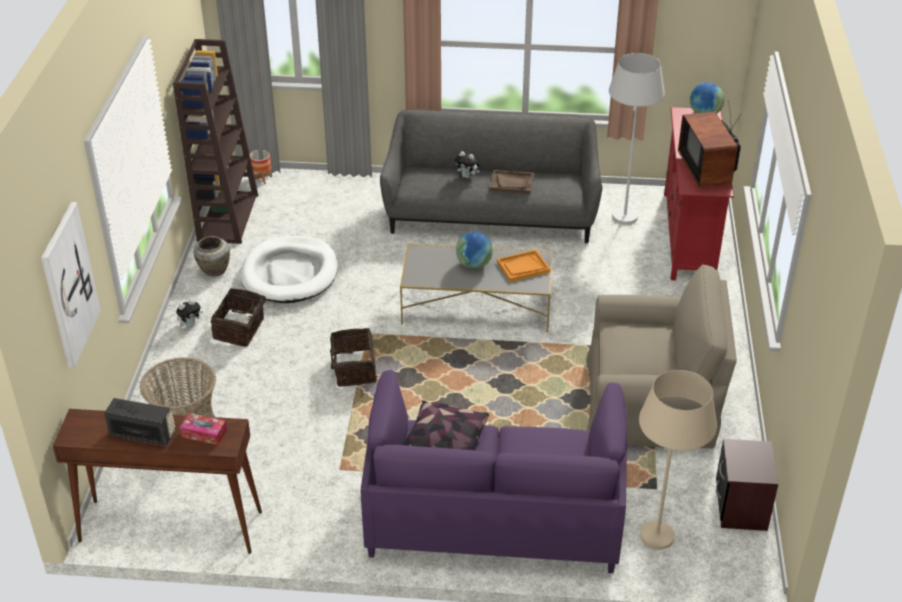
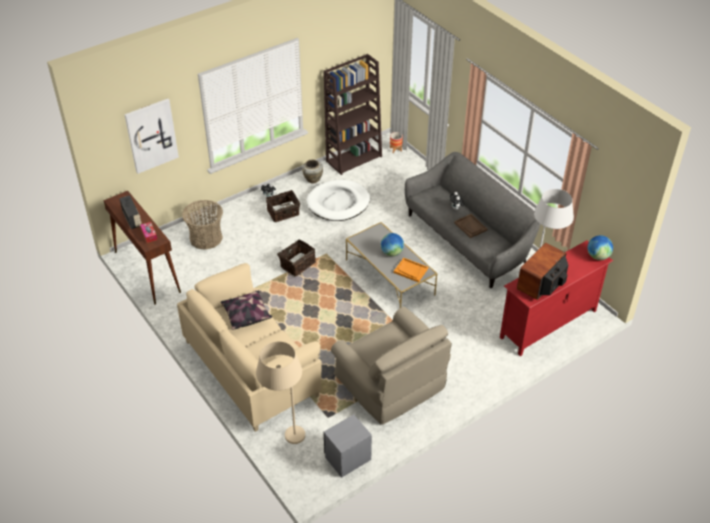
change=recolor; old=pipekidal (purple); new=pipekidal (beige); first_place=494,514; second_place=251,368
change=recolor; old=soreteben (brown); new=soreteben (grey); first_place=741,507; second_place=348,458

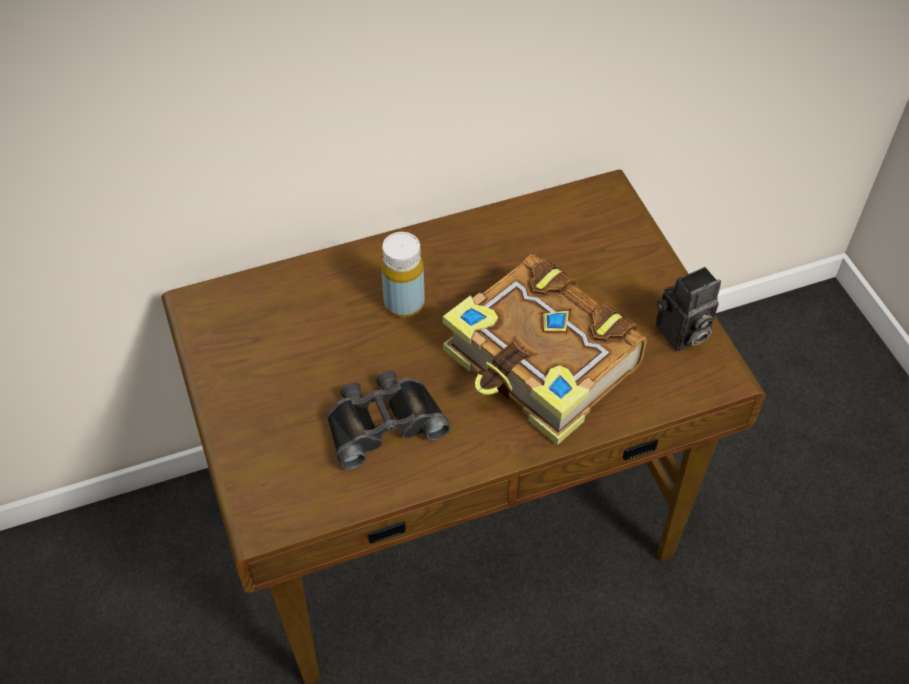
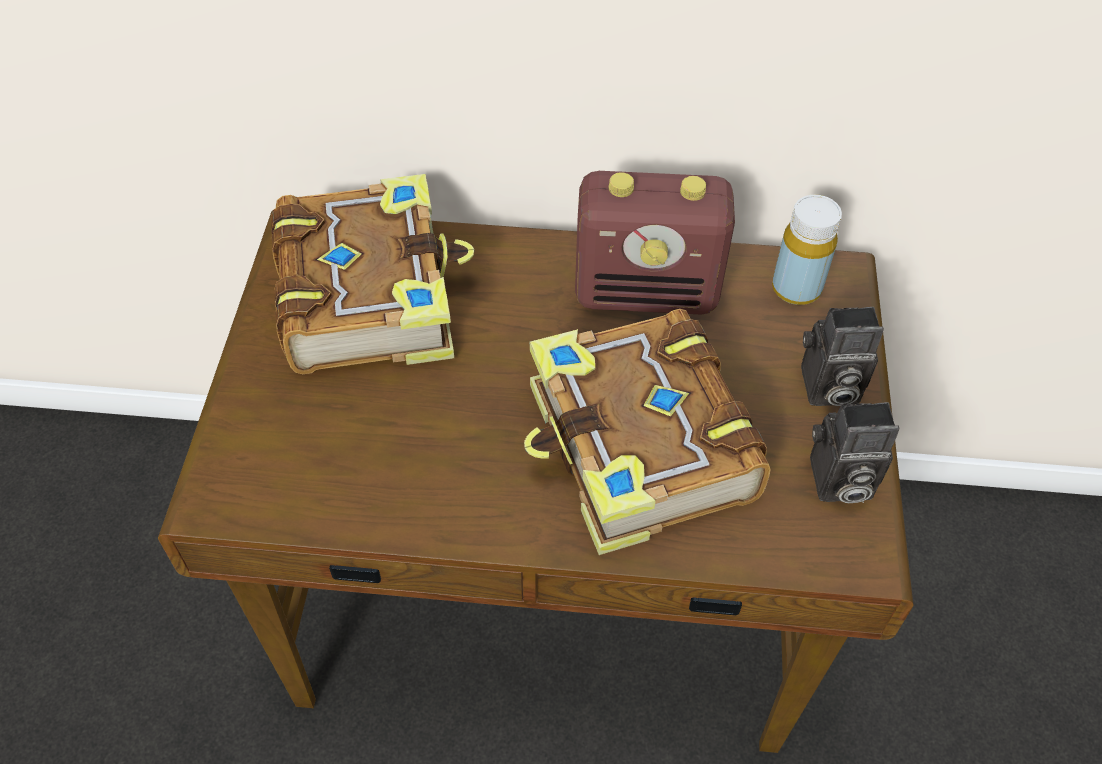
change=delete; old=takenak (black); first_place=383,422
change=move; old=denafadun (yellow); first_place=404,303; second_place=796,288
change=insert; new=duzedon; second_place=370,295
change=insert; new=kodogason; second_place=647,293
change=insert; new=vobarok; second_place=827,389

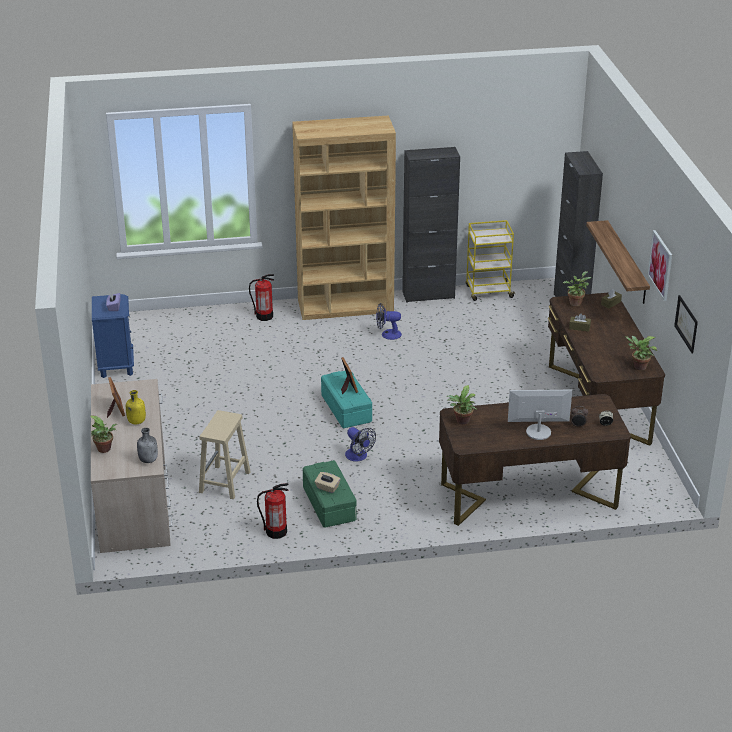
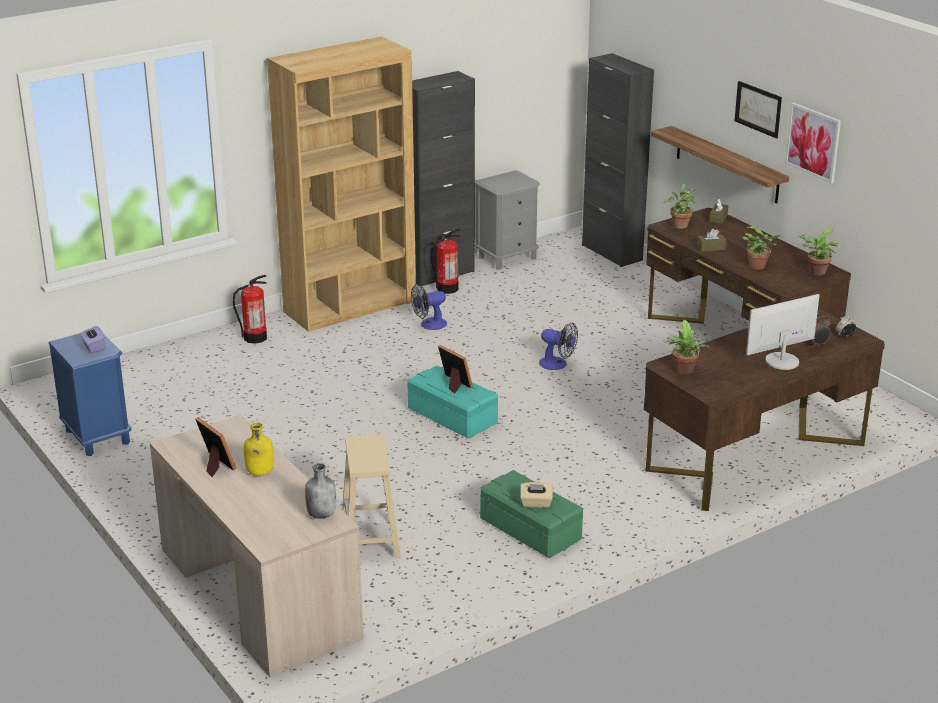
change=move; old=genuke; first_place=105,449; second_place=759,266
change=move; old=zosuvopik; first_place=276,532; second_place=447,289
change=move; old=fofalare; first_place=358,457; second_place=557,364
change=replace; old=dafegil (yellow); new=soreteben (grey); first_place=488,292; second_place=507,258
change=move; old=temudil; first_place=686,324; second_place=758,109

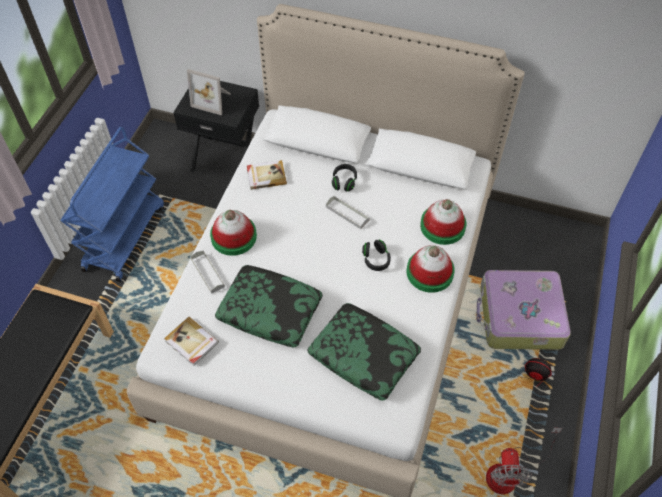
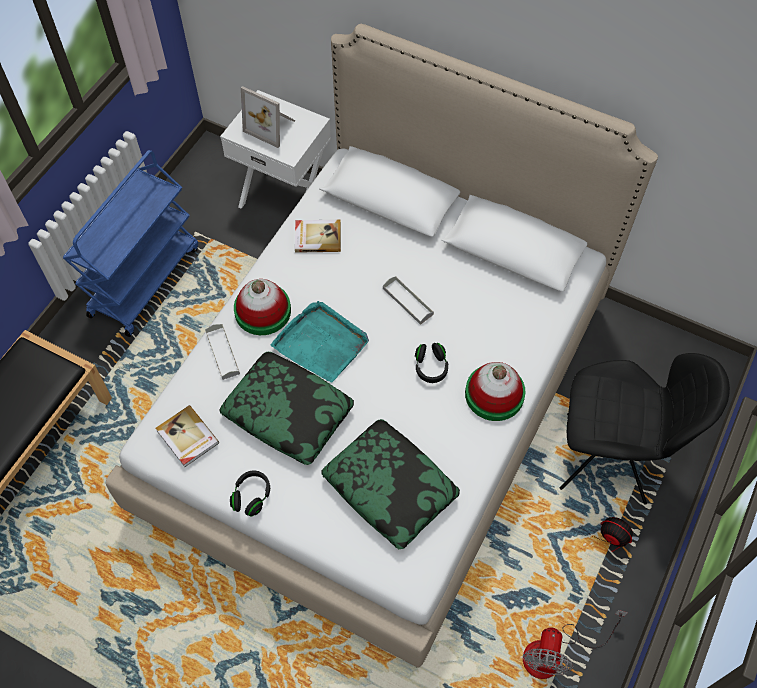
change=recolor; old=soreteben (black); new=soreteben (white); first_place=226,158; second_place=285,196
change=move; old=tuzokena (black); first_place=344,182; second_place=251,496
change=delete; old=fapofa; first_place=442,226
change=replace; old=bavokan; new=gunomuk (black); first_place=519,317; second_place=610,459
change=insert; new=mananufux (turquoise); second_place=321,343

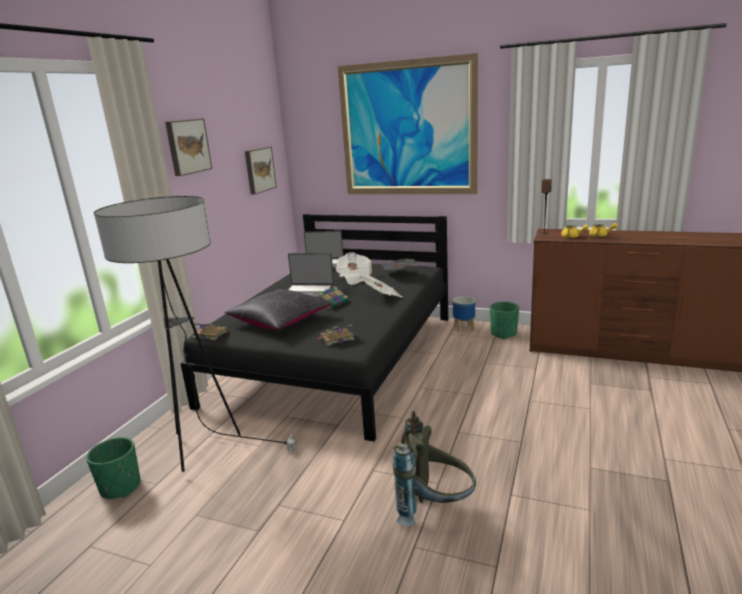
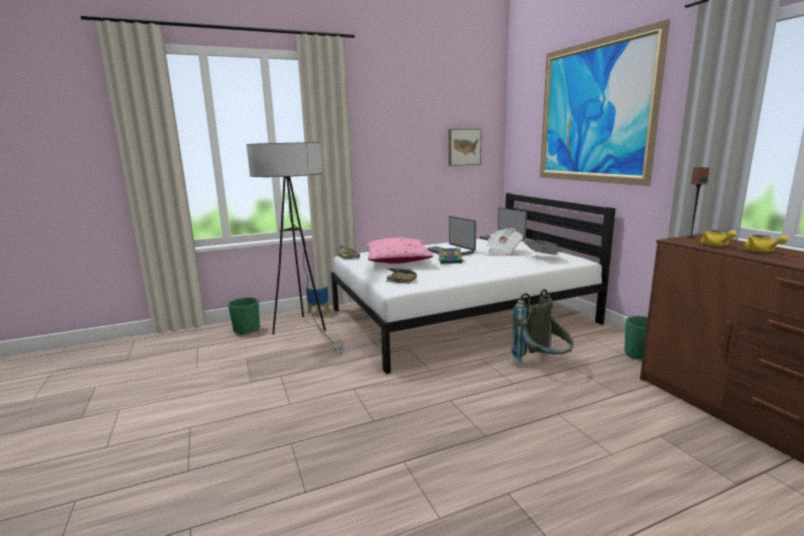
change=delete; old=temudil; first_place=187,146
change=recolor; old=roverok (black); new=roverok (white); first_place=337,358; second_place=460,316
change=recolor; old=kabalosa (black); new=kabalosa (pink); first_place=280,320; second_place=397,261
change=delete; old=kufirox; first_place=381,297
change=move; old=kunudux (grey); first_place=435,509; second_place=542,365
change=move; old=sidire; first_place=464,327; second_place=319,312

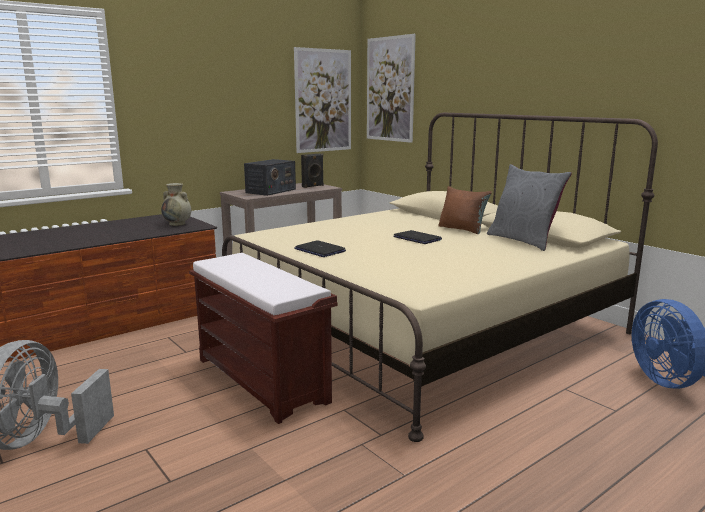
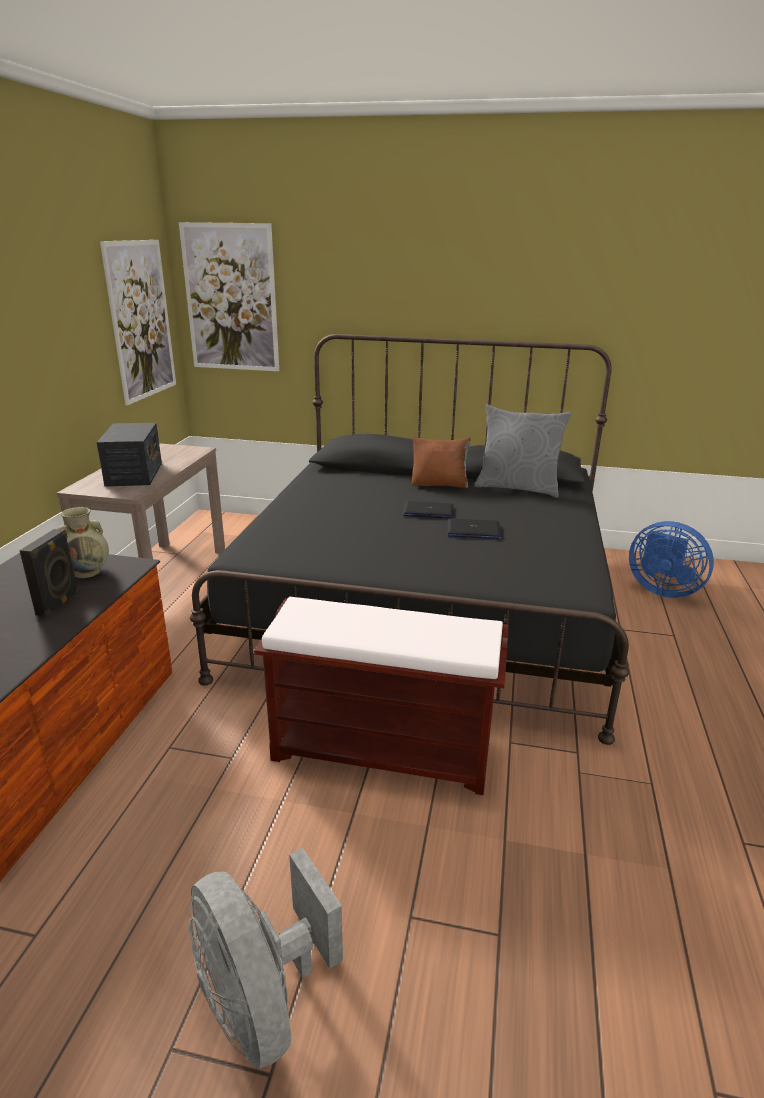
change=recolor; old=roverok (beige); new=roverok (black); first_place=422,325; second_place=426,604
change=move; old=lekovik; first_place=319,250; second_place=473,530
change=move; old=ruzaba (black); first_place=313,186; second_place=59,604

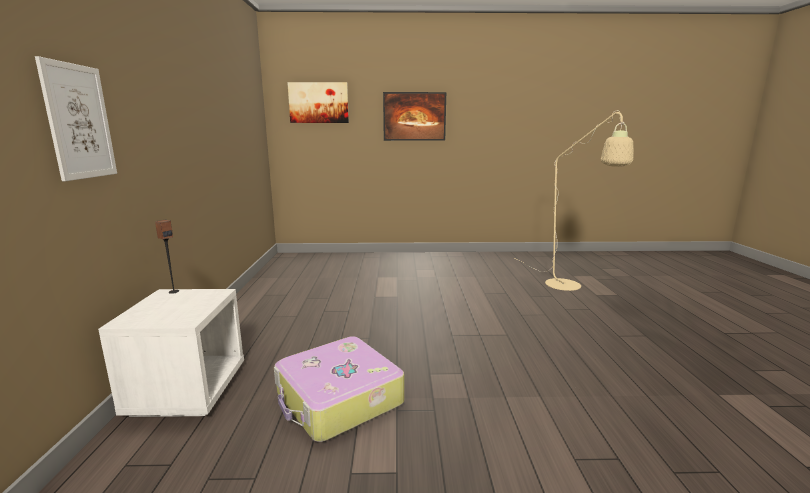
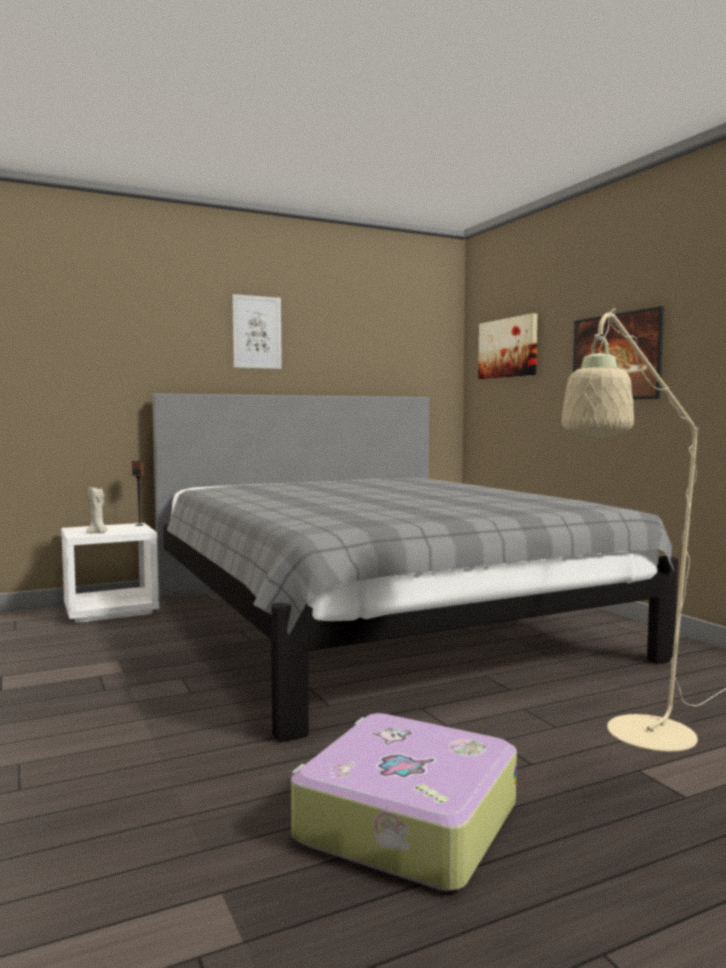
change=move; old=temudil; first_place=79,122; second_place=257,332
change=move; old=bavokan; first_place=338,400; second_place=404,822
change=insert; new=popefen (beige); second_place=98,533
change=insert; new=roverok (grey); second_place=377,625

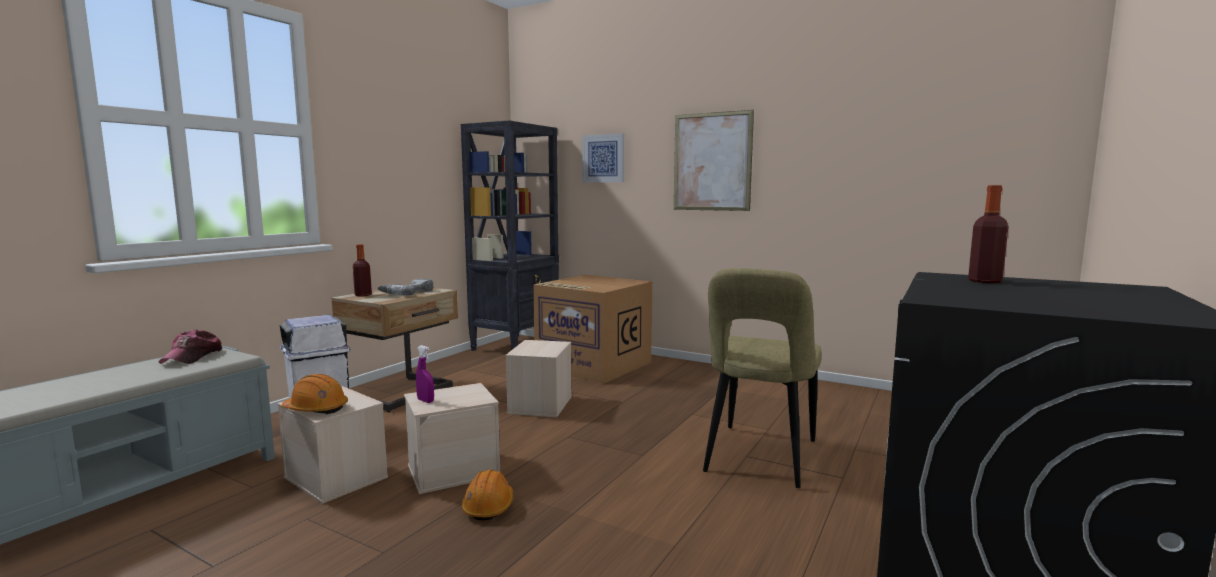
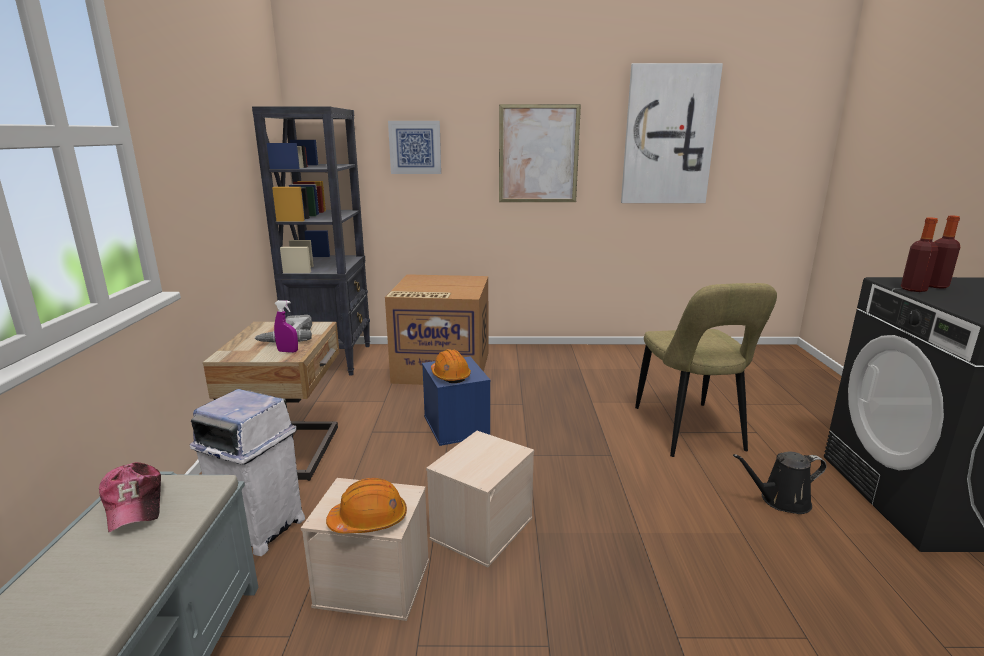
change=move; old=denafadun; first_place=363,295; second_place=913,289
change=move; old=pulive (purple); first_place=425,401; second_place=288,351
change=move; old=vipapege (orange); first_place=488,507; second_place=450,376
change=recolor; old=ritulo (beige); new=ritulo (blue); first_place=541,405; second_place=457,426
change=insert; new=temudil; second_place=668,135
change=insert; new=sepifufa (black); second_place=781,501

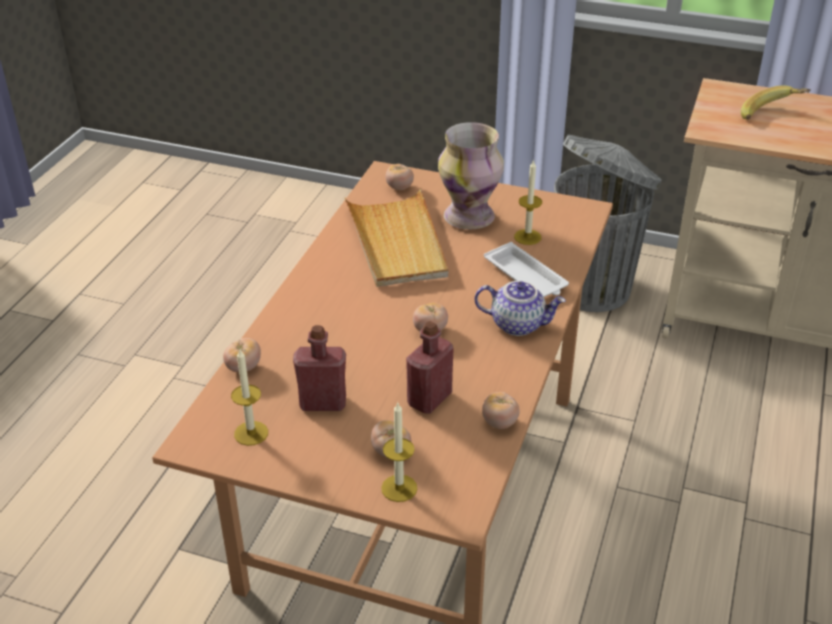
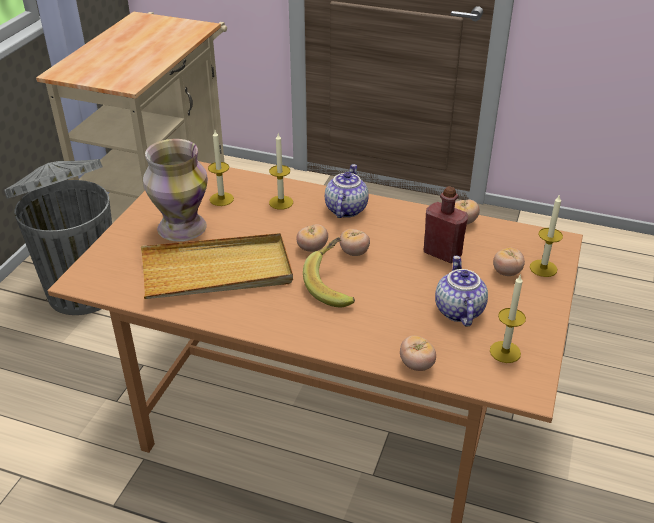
change=replace; old=denafadun (red); new=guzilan; first_place=323,403; second_place=457,310
change=move; old=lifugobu; first_place=399,187; second_place=312,248
change=replace; old=mananufux (white); new=popefen; first_place=526,277; second_place=281,202
change=move; old=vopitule; first_place=771,116; second_place=334,285

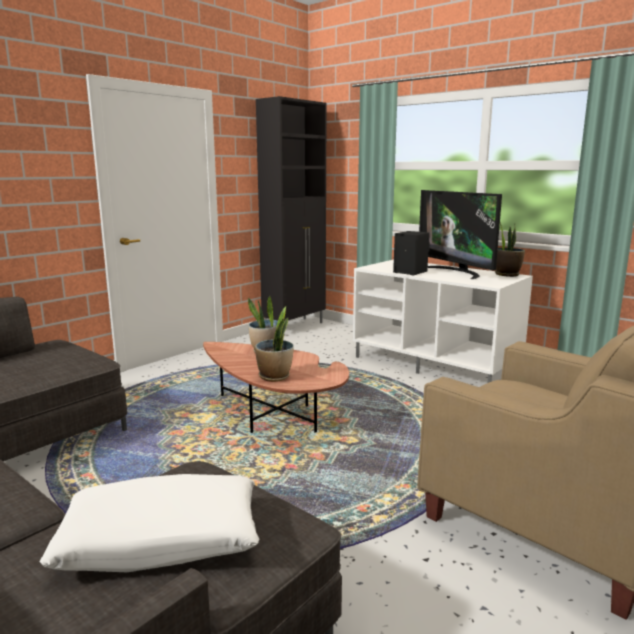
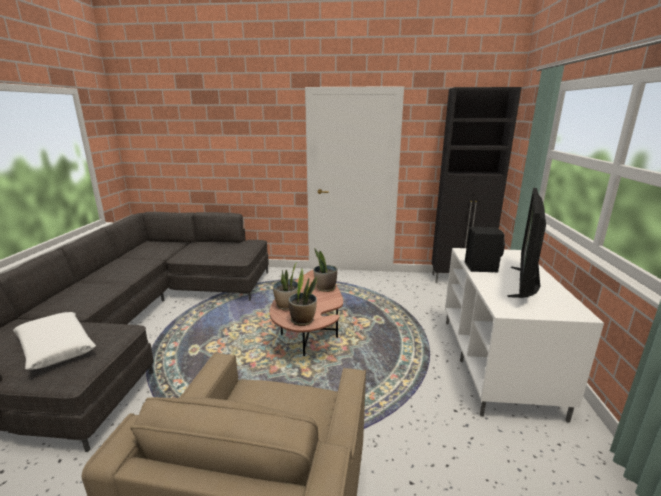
change=move; old=genuke; first_place=507,274; second_place=303,320

